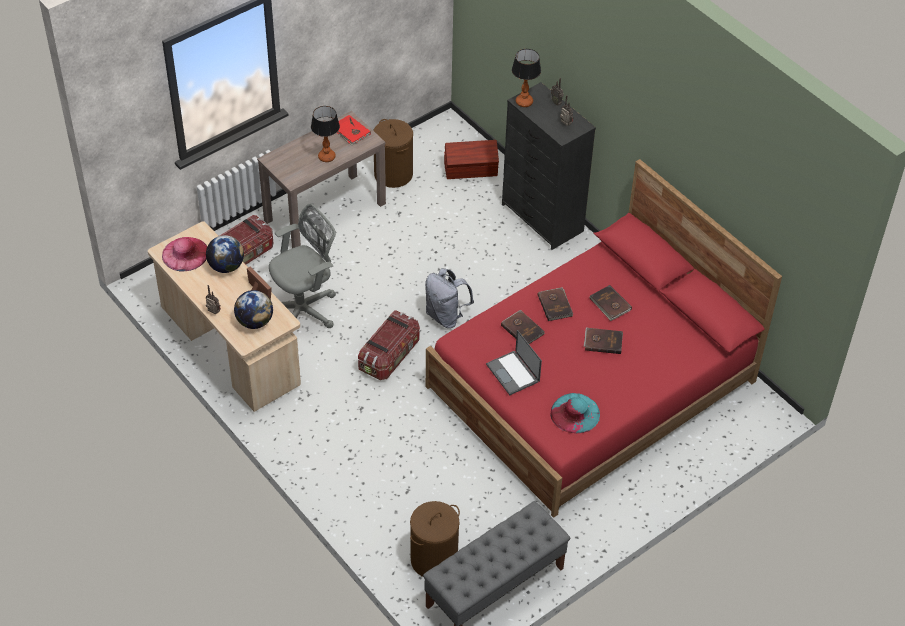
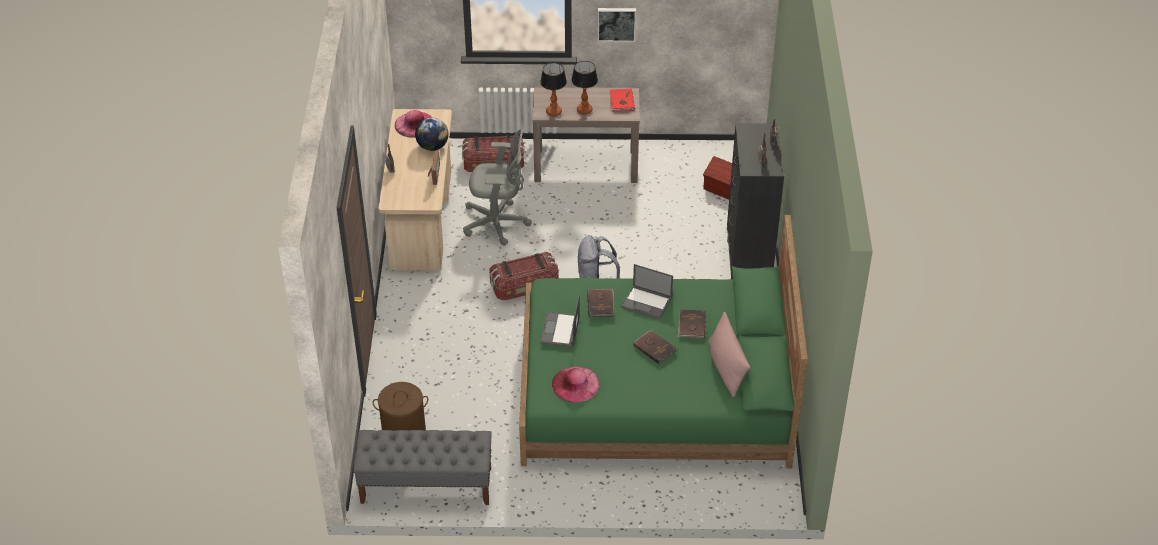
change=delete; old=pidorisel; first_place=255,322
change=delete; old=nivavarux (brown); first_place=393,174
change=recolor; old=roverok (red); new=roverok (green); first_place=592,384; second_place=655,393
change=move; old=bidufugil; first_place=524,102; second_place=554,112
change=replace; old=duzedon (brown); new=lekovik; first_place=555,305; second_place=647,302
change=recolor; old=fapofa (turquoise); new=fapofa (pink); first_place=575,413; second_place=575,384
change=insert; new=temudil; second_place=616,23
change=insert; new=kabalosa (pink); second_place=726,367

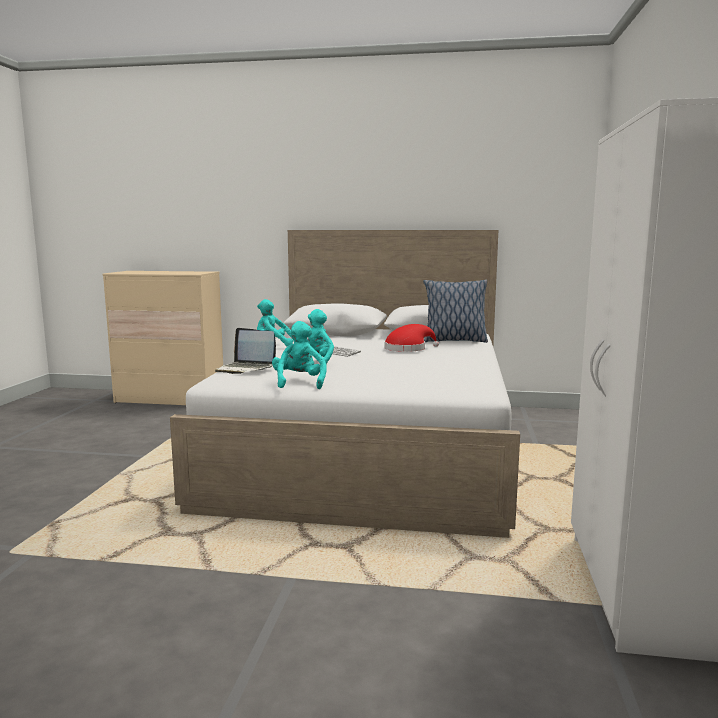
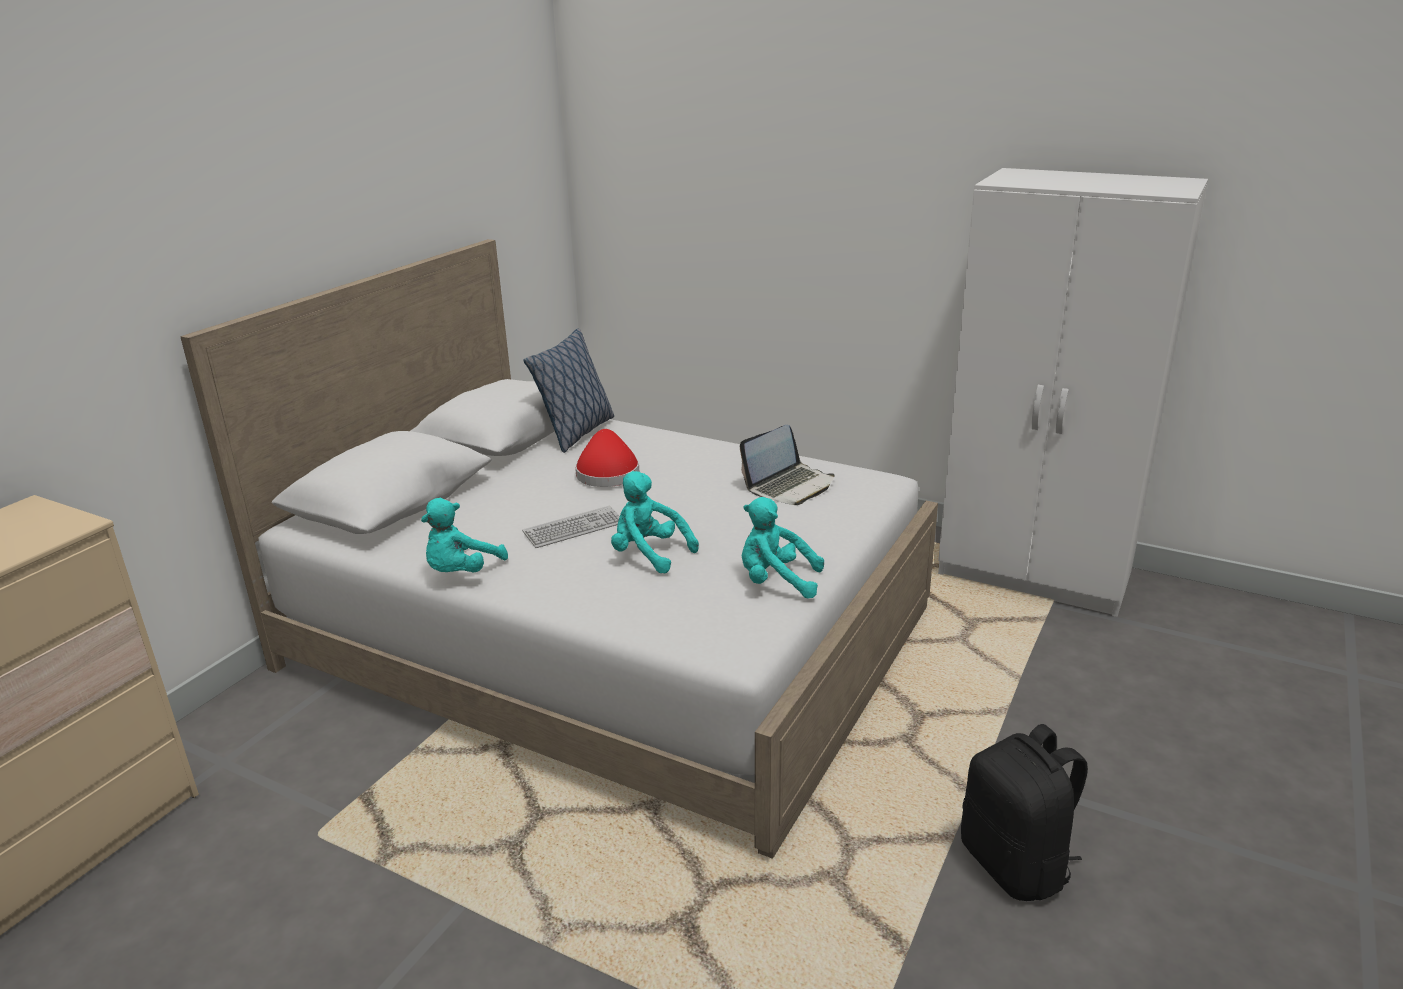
change=move; old=lekovik; first_place=246,369; second_place=790,486
change=insert; new=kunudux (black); second_place=1016,864

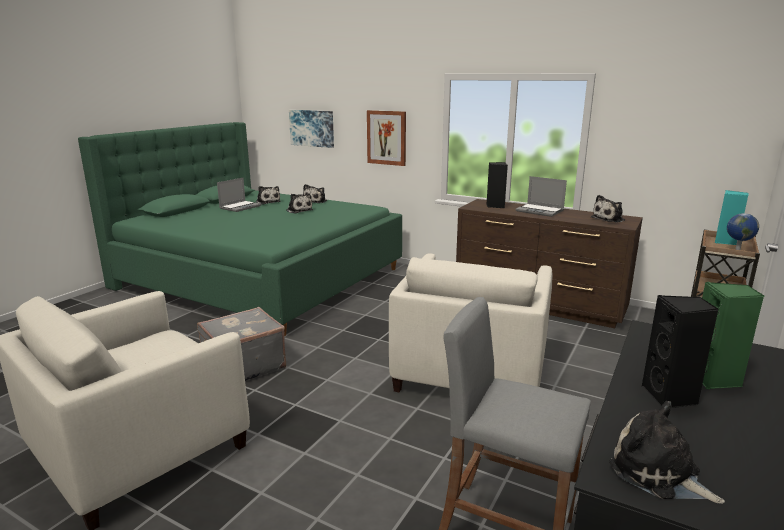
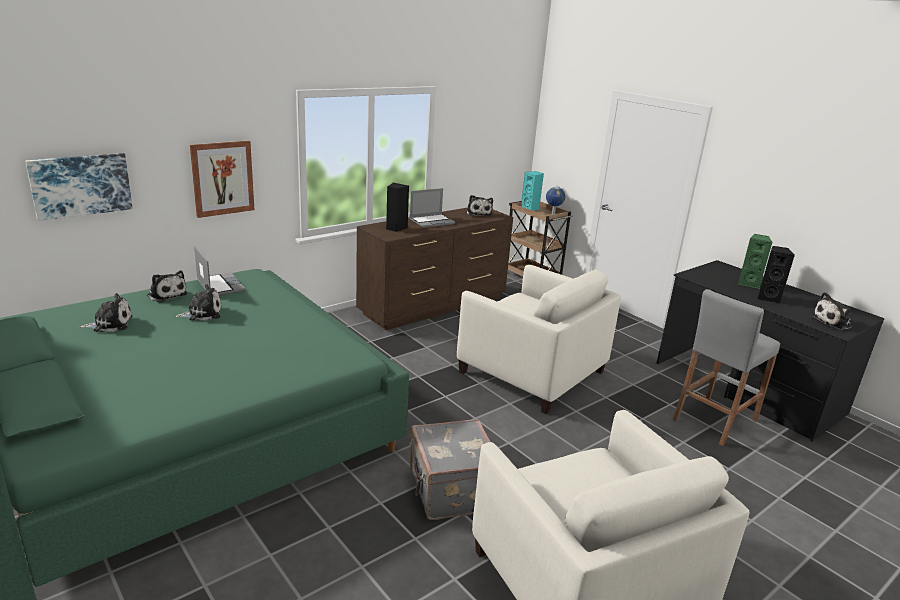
change=move; old=lekovik; first_place=240,207; second_place=219,286

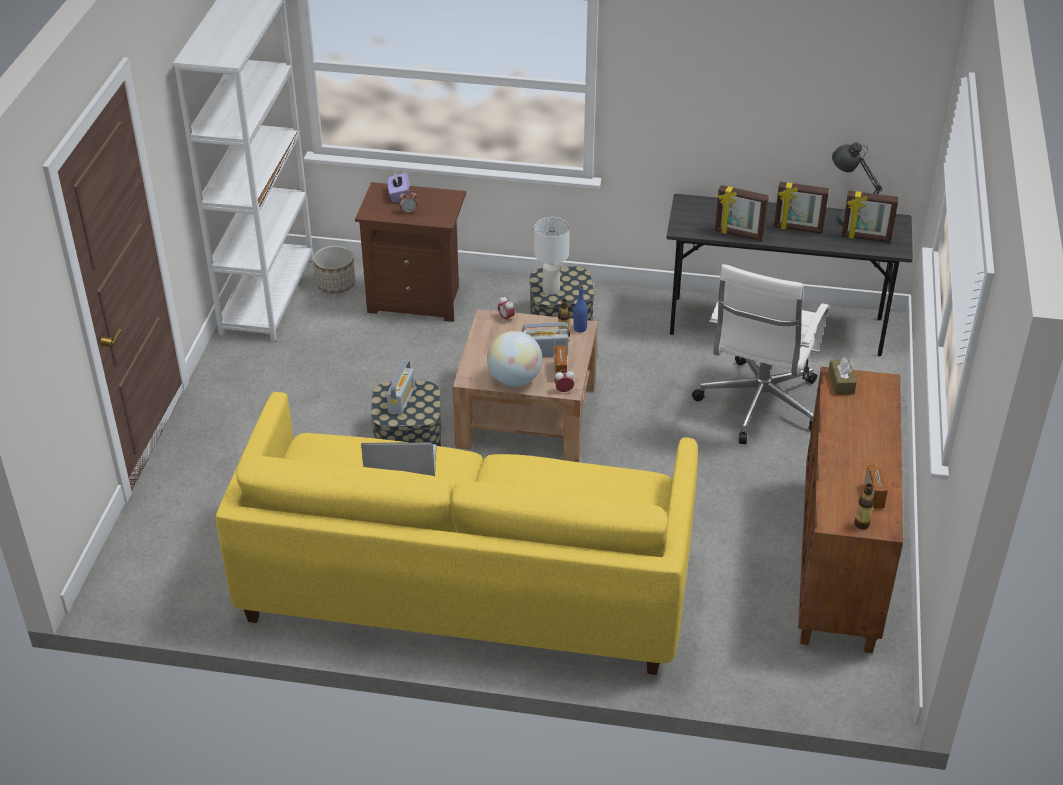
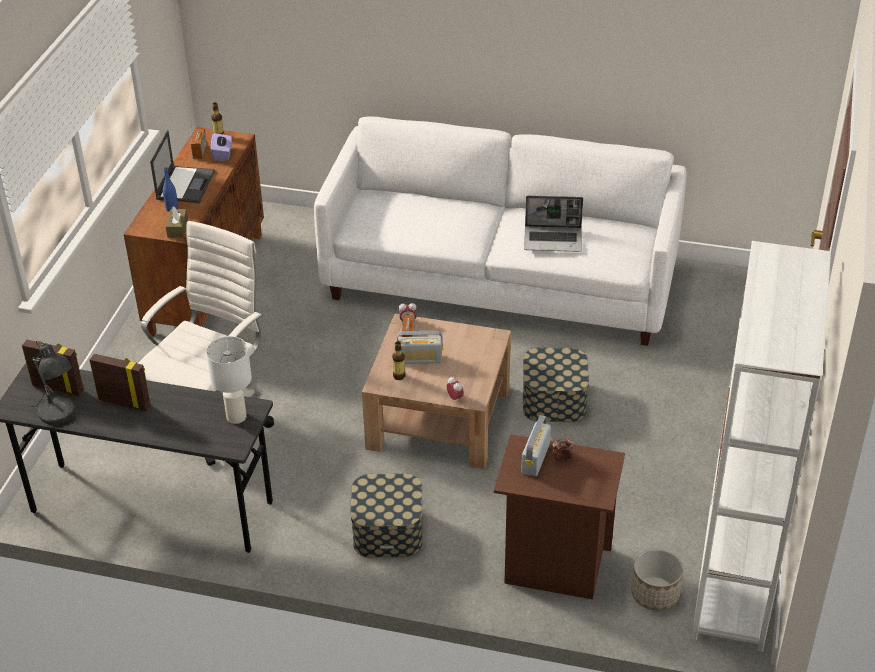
change=recolor; old=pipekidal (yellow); new=pipekidal (white); first_place=466,584; second_place=501,281
change=move; old=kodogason; first_place=401,399; second_place=535,458
change=move; old=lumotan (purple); first_place=399,195; second_place=222,154
change=delete; old=pidorisel; first_place=514,380
change=move; old=bidufugil (white); first_place=551,289; second_place=236,417
change=move; old=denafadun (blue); first_place=580,329; second_place=172,209
change=delete; old=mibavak; first_place=738,234
change=insert; new=lekovik; second_place=185,184

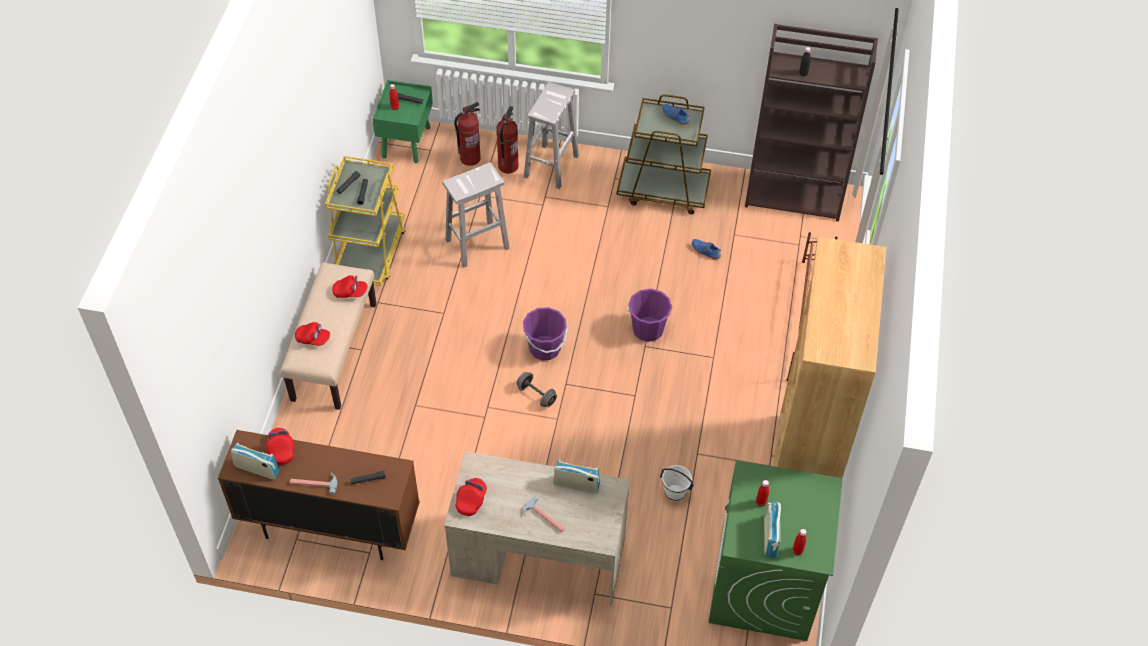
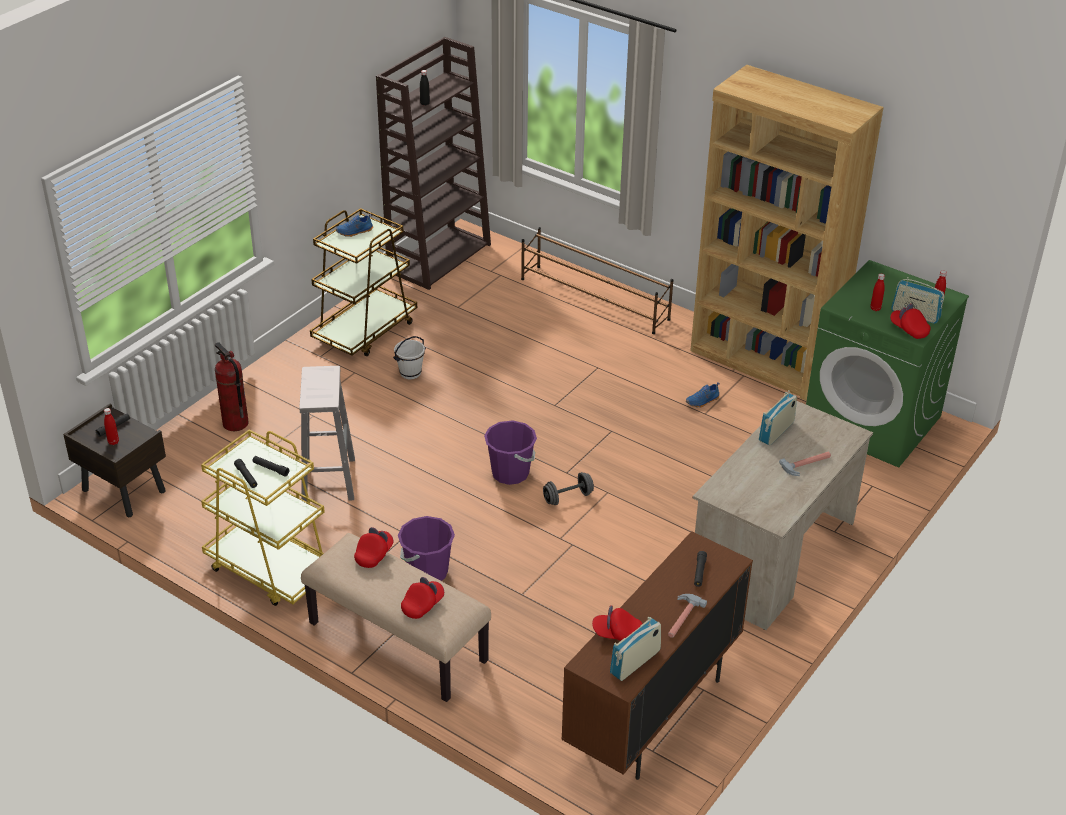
change=recolor; old=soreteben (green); new=soreteben (brown); first_place=406,142; second_place=123,491
change=delete; old=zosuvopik; first_place=470,158
change=move; old=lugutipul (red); first_place=471,500; second_place=909,329
change=delete; old=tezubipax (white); first_place=551,167
change=move; old=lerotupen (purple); first_place=648,329; second_place=427,572
change=move; old=lerotupen (white); first_place=675,492; second_place=410,373
change=move; old=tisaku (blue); first_place=705,252; second_place=703,401

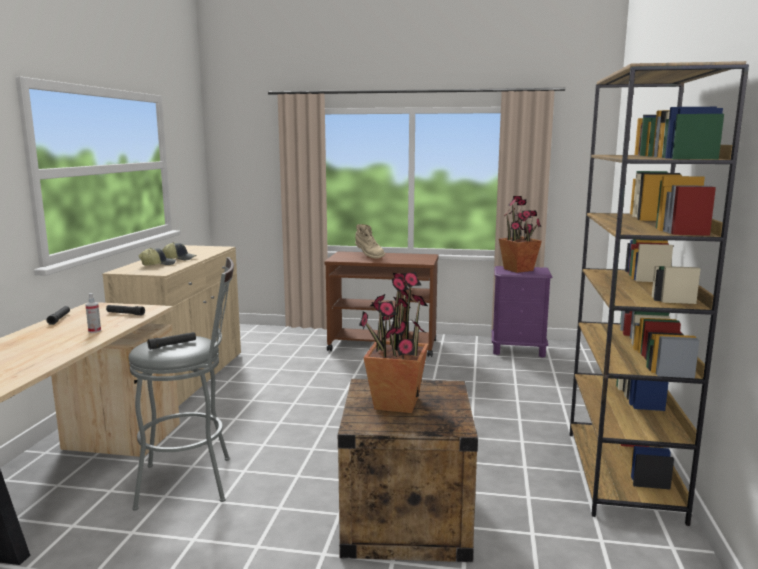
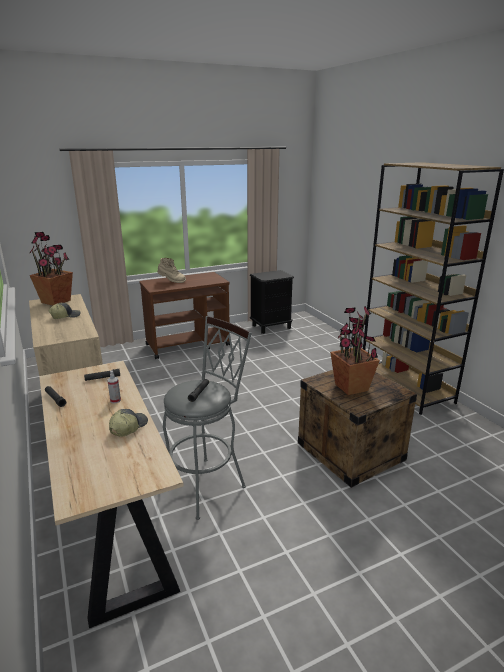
change=move; old=lugutipul; first_place=158,264; second_place=128,427
change=recolor; old=soreteben (purple); new=soreteben (black); first_place=518,350; second_place=271,327
change=move; old=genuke; first_place=518,270; second_place=56,301

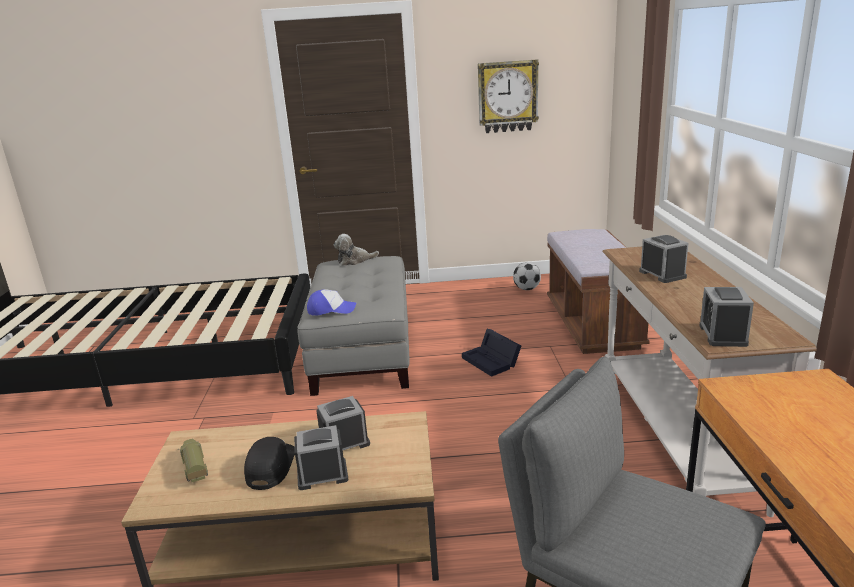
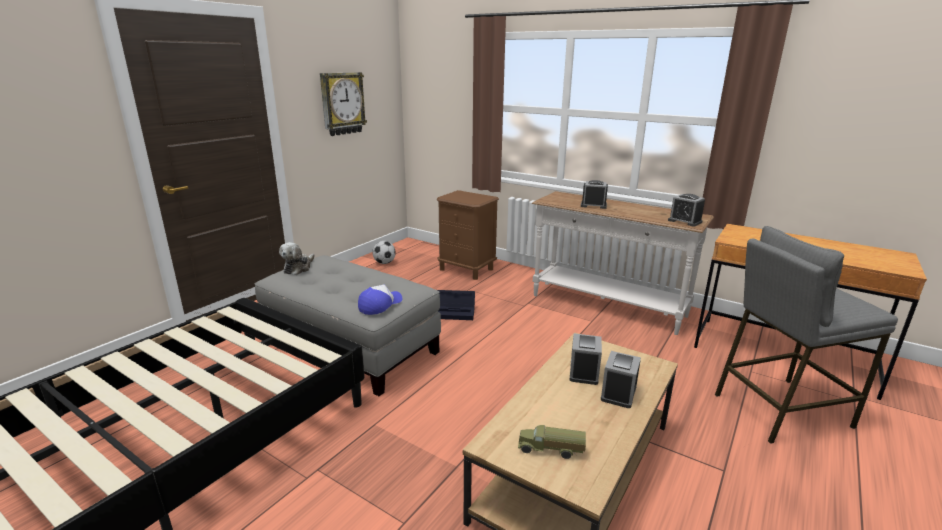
change=delete; old=lugutipul (black); first_place=271,466
change=replace; old=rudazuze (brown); new=soreteben (brown); first_place=593,325; second_place=466,269

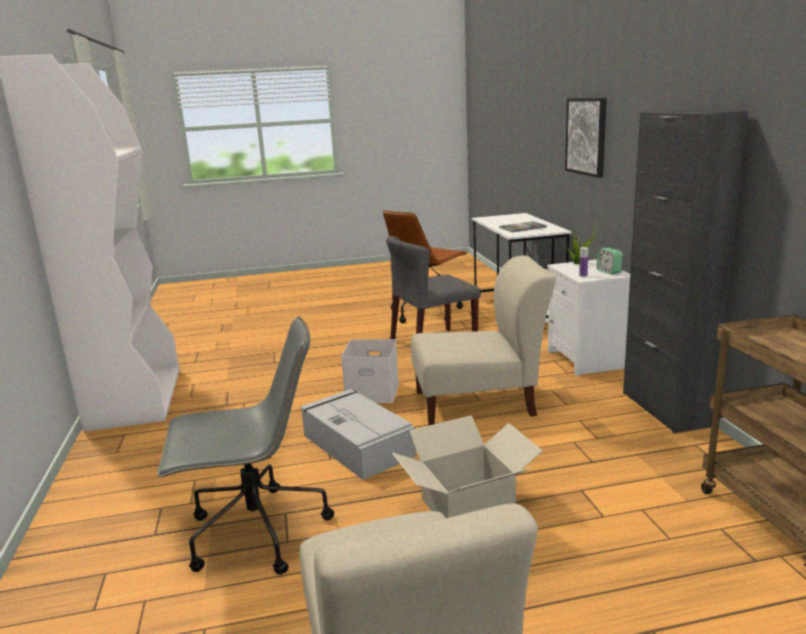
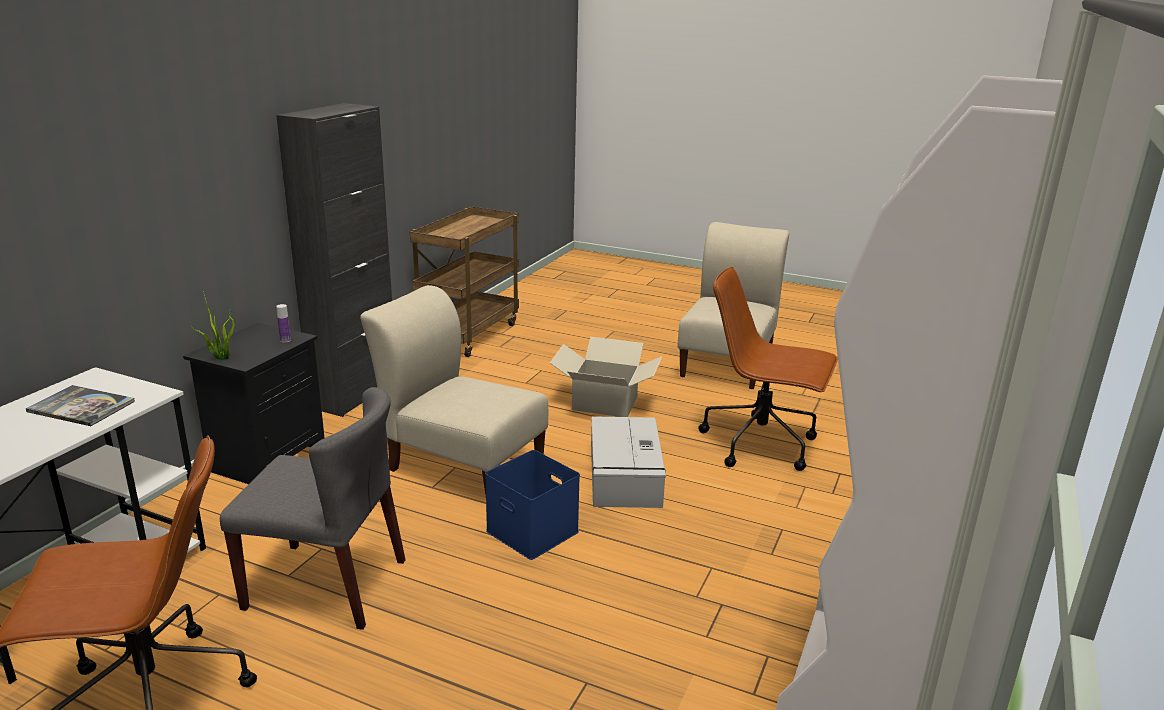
change=recolor; old=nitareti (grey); new=nitareti (brown); first_place=255,533; second_place=761,444
change=recolor; old=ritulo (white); new=ritulo (blue); first_place=373,392; second_place=530,531
change=recolor; old=soreteben (white); new=soreteben (black); first_place=587,360; second_place=268,459
change=delete; old=temudil; first_place=586,136
change=delete; old=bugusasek; first_place=608,272

